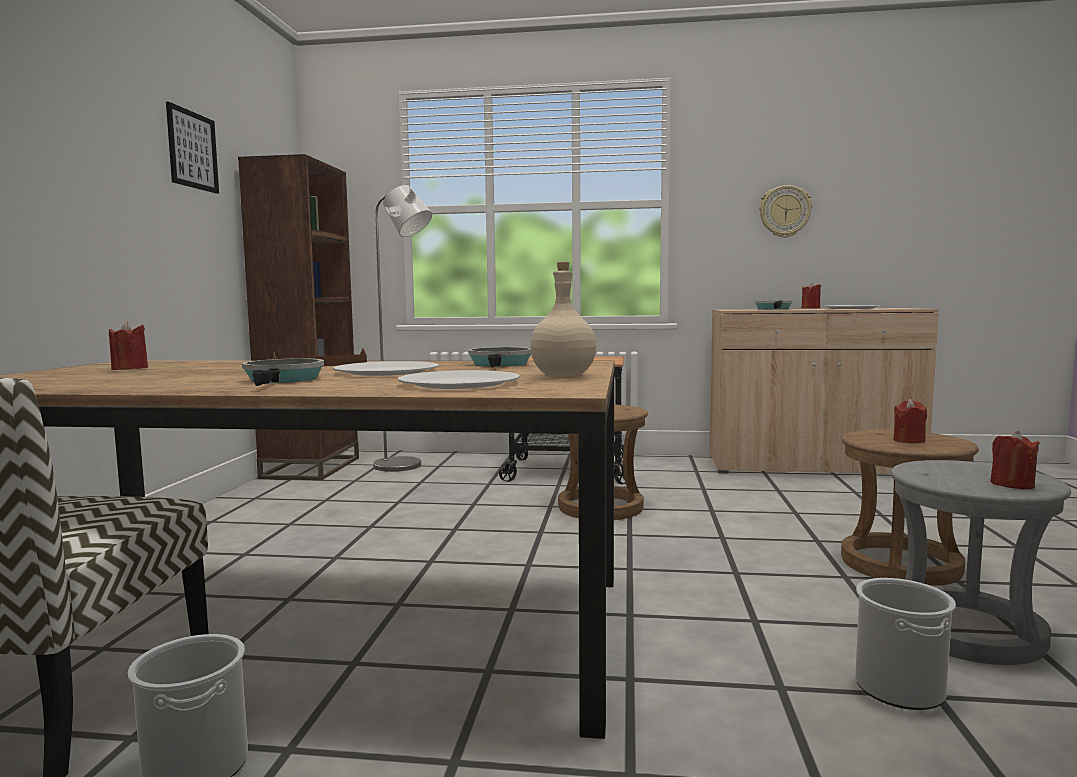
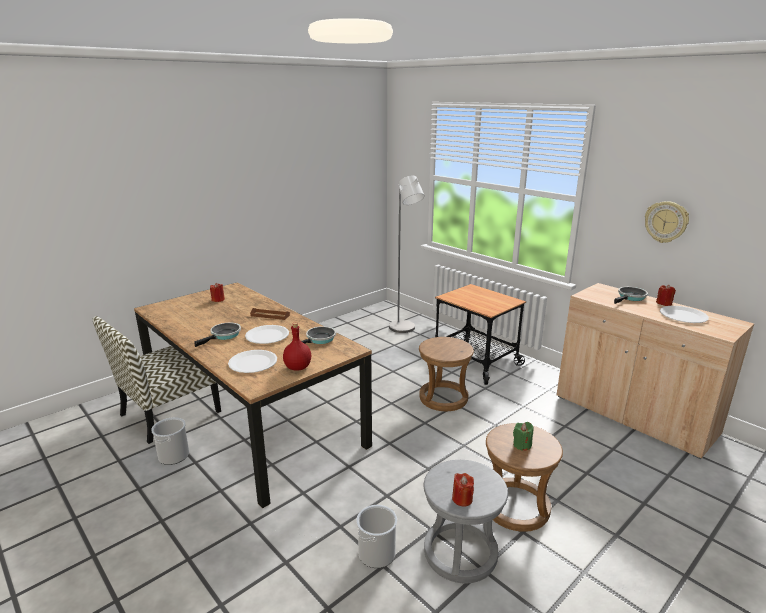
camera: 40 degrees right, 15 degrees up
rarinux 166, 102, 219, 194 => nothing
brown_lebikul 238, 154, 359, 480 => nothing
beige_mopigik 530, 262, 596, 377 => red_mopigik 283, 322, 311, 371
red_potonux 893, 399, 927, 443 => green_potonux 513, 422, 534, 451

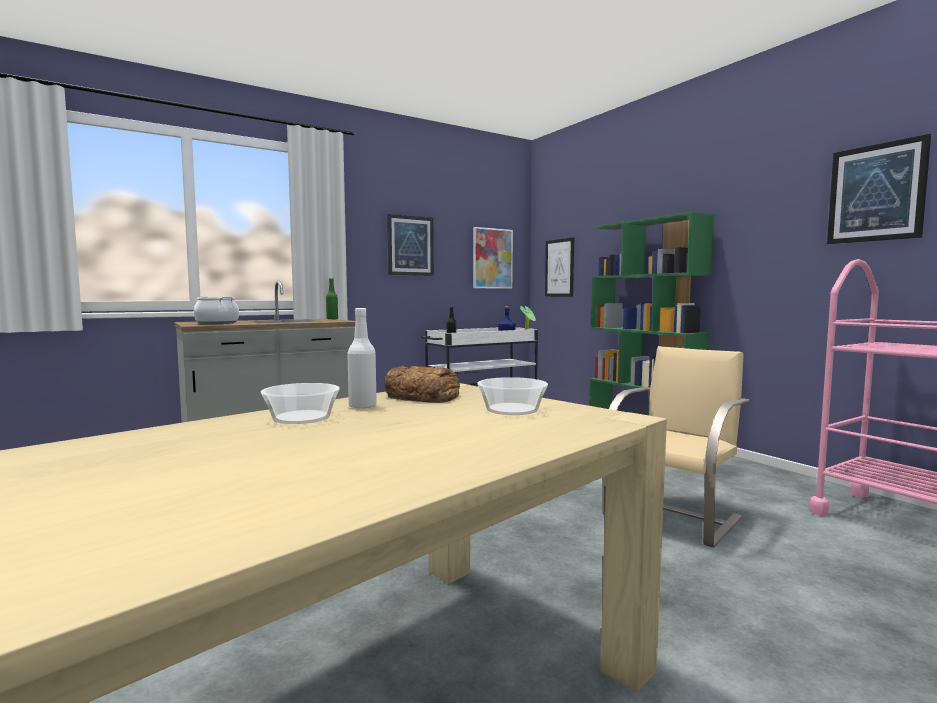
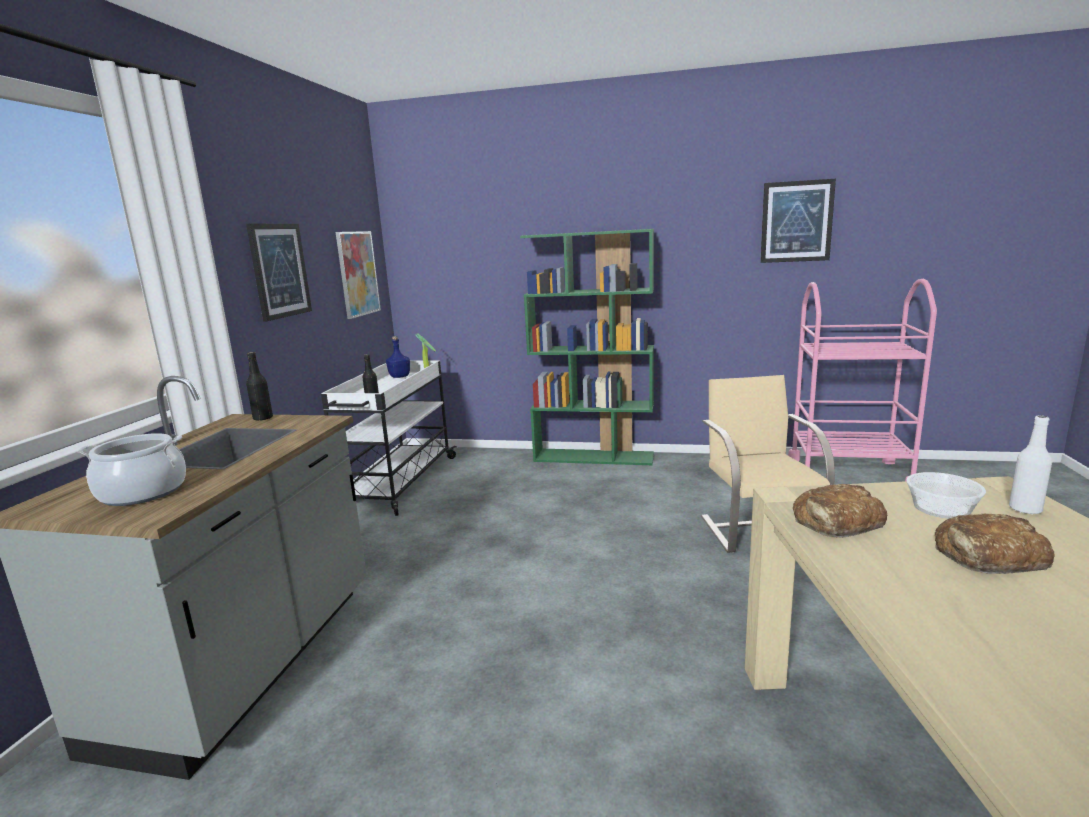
camera: 45 degrees left, 10 degrees up
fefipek 261, 383, 340, 424 => nothing
rarinux 545, 238, 574, 297 => nothing
nothing => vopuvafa 935, 513, 1054, 574
white_mopigik 348, 308, 377, 409 => white_mopigik 1009, 416, 1052, 514, moved
green_mopigik 326, 278, 338, 320 => black_mopigik 246, 352, 273, 421

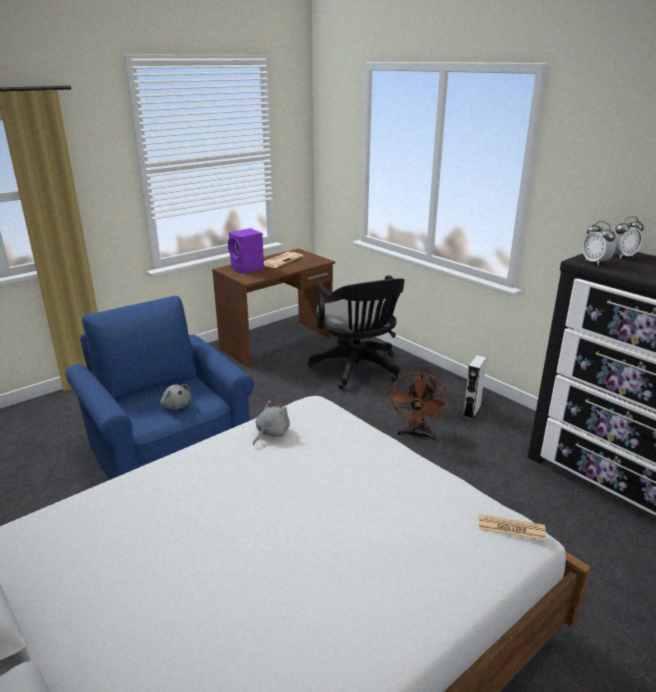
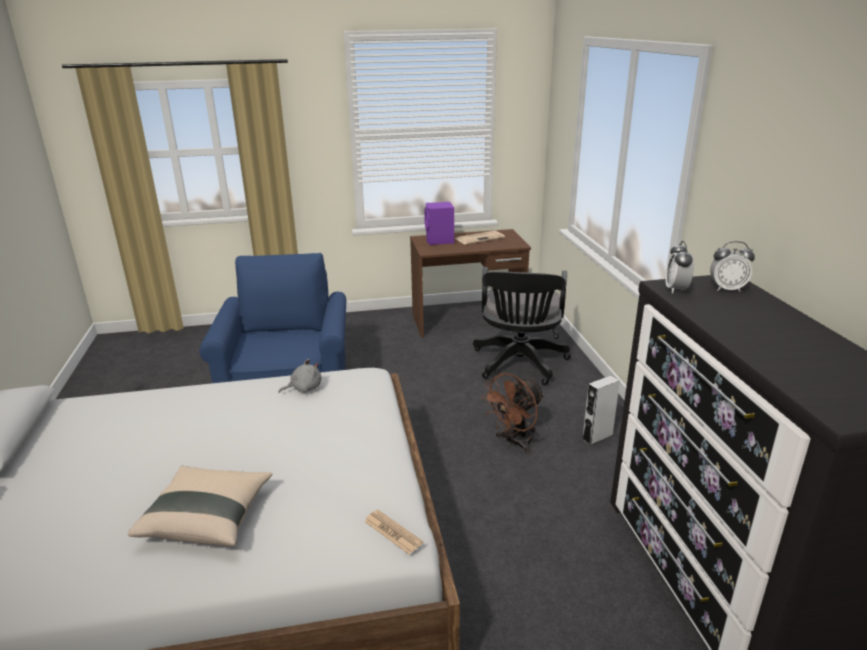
camera: 30 degrees right, 0 degrees up
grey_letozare 161, 384, 191, 410 => nothing
nothing => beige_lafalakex 128, 466, 272, 546

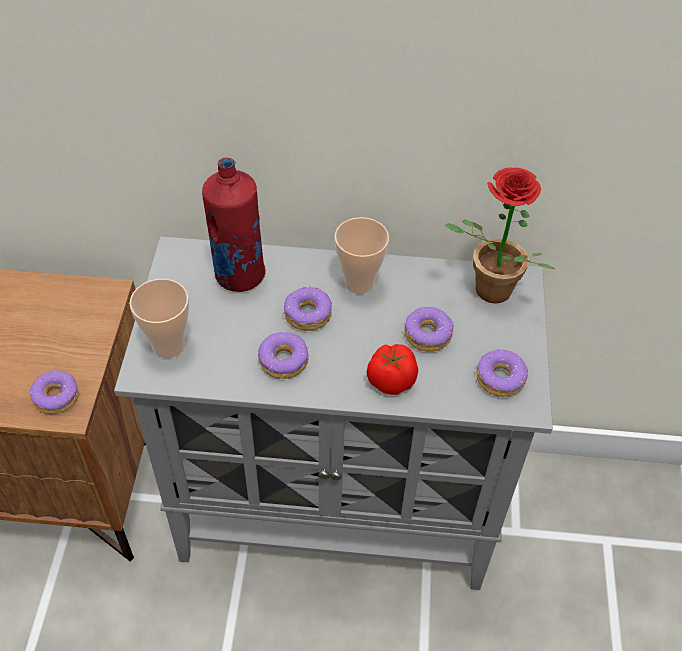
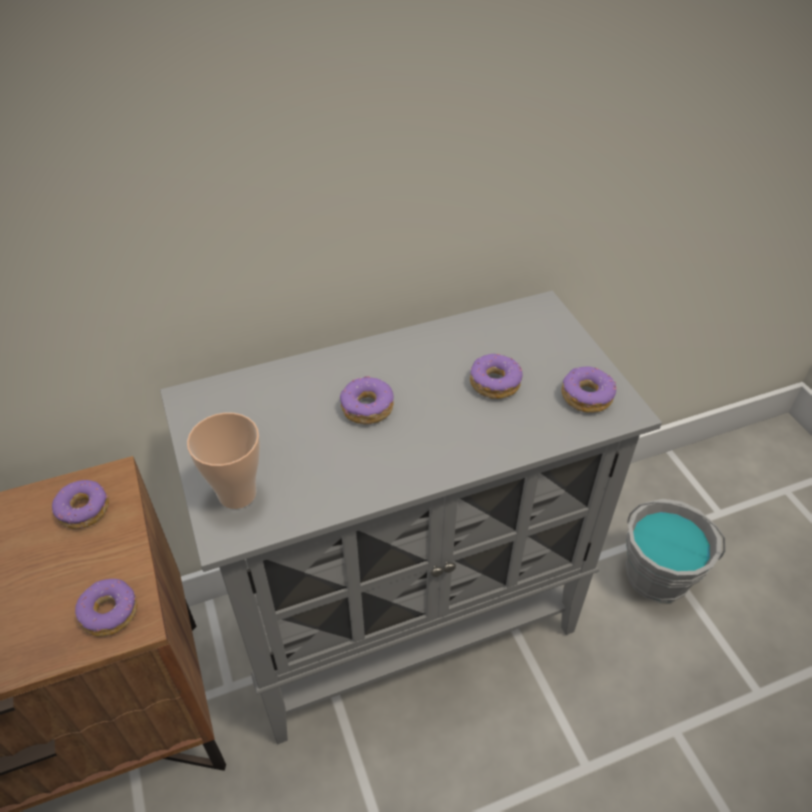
camera: 25 degrees left, 5 degrees down
red_mopigik 202, 158, 266, 292 => nothing
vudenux 334, 217, 389, 294 => nothing
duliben 367, 344, 418, 395 => nothing
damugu 444, 168, 555, 304 => nothing
nothing => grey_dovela 625, 499, 726, 603
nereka 258, 332, 309, 379 => nereka 52, 480, 109, 529, moved

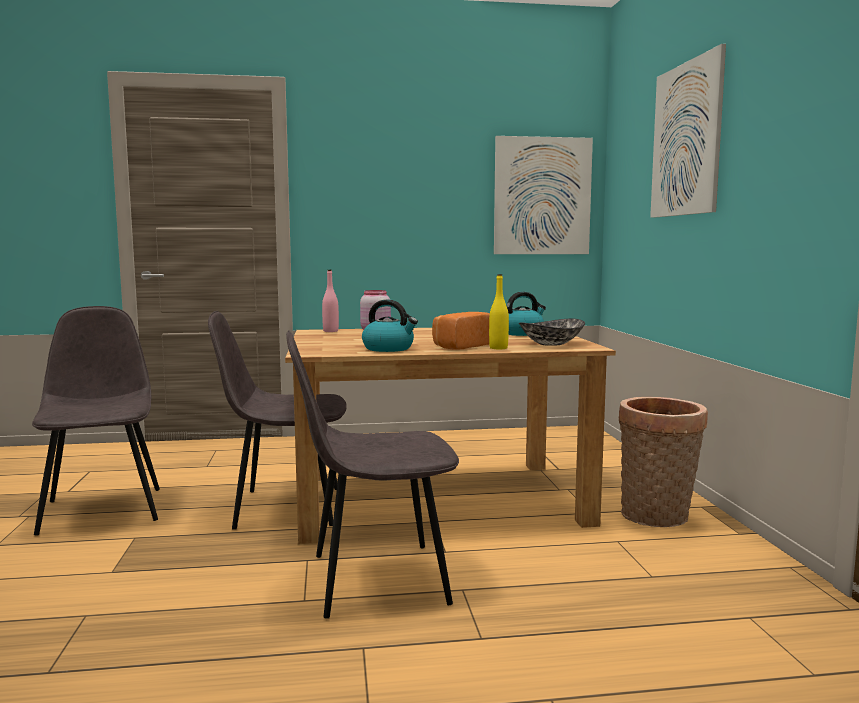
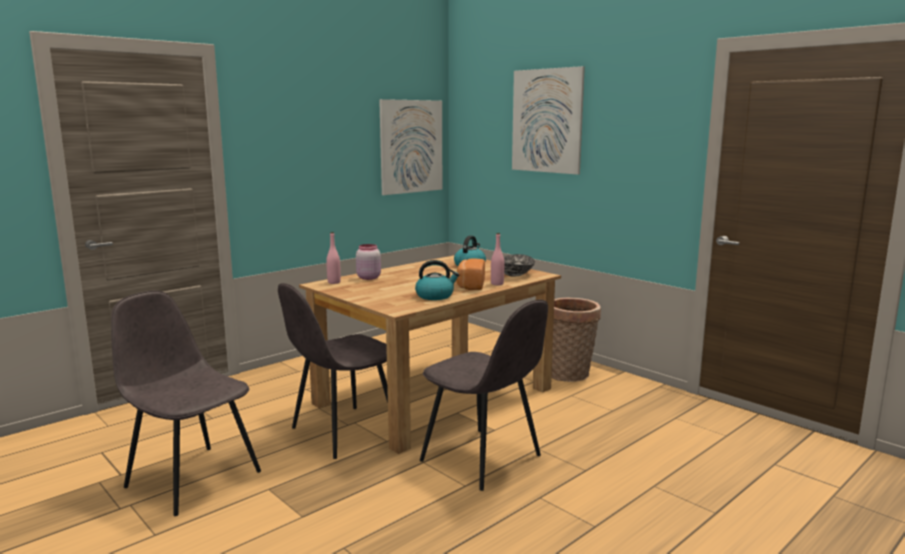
camera: 35 degrees left, 5 degrees up
yellow_mopigik 489, 274, 509, 349 => pink_mopigik 491, 233, 504, 285
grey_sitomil 286, 330, 459, 619 => grey_sitomil 420, 300, 548, 491, 90 degrees counterclockwise

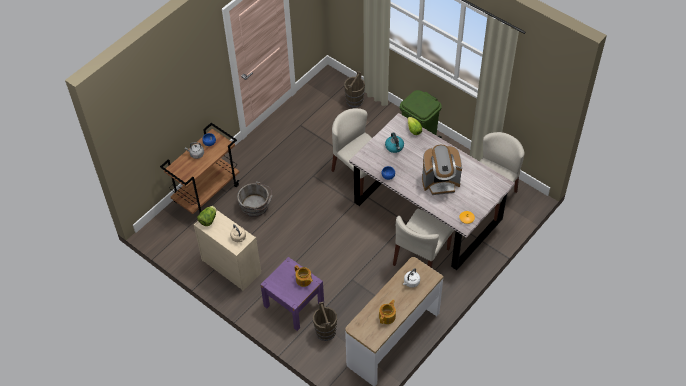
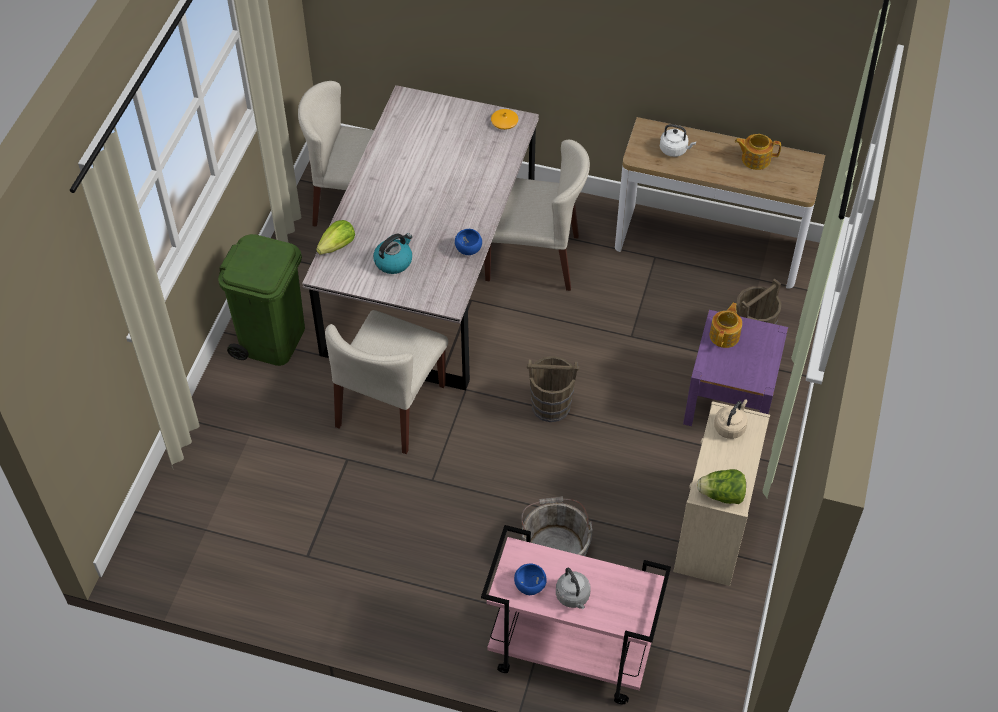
camera: 115 degrees left, 0 degrees up
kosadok 422, 145, 462, 195 => nothing
brown_dovela 344, 71, 365, 107 => brown_dovela 527, 356, 579, 422, moved
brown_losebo 160, 123, 239, 214 => pink_losebo 481, 525, 671, 704

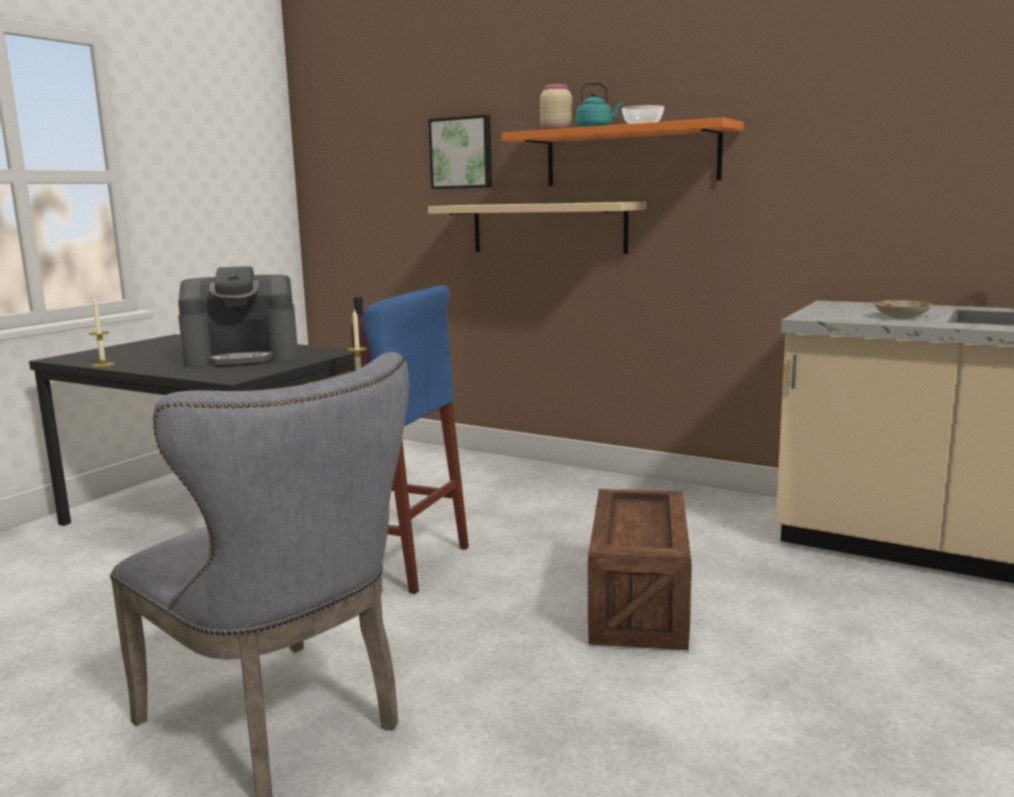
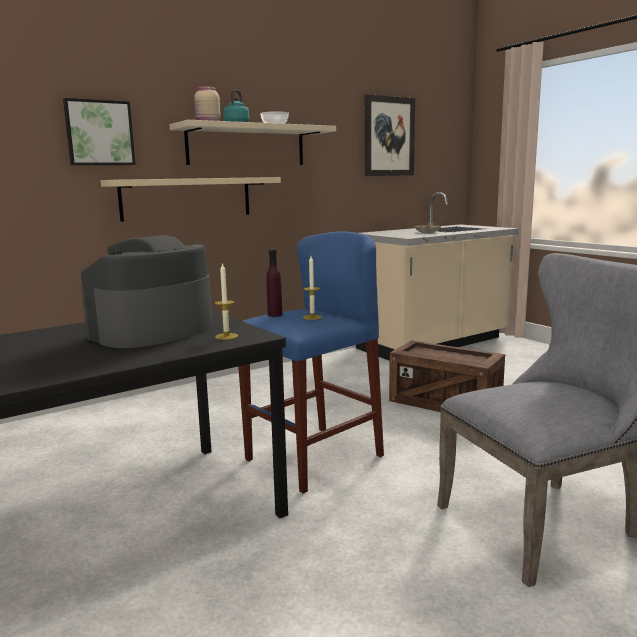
camera: 65 degrees left, 0 degrees up
nothing => rarinux 365, 94, 415, 176
potonux 89, 298, 115, 367 => potonux 215, 263, 238, 340, moved
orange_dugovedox 502, 117, 744, 186 => beige_dugovedox 170, 120, 336, 165
kosadok 178, 266, 298, 367 => kosadok 81, 235, 212, 348, 150 degrees counterclockwise

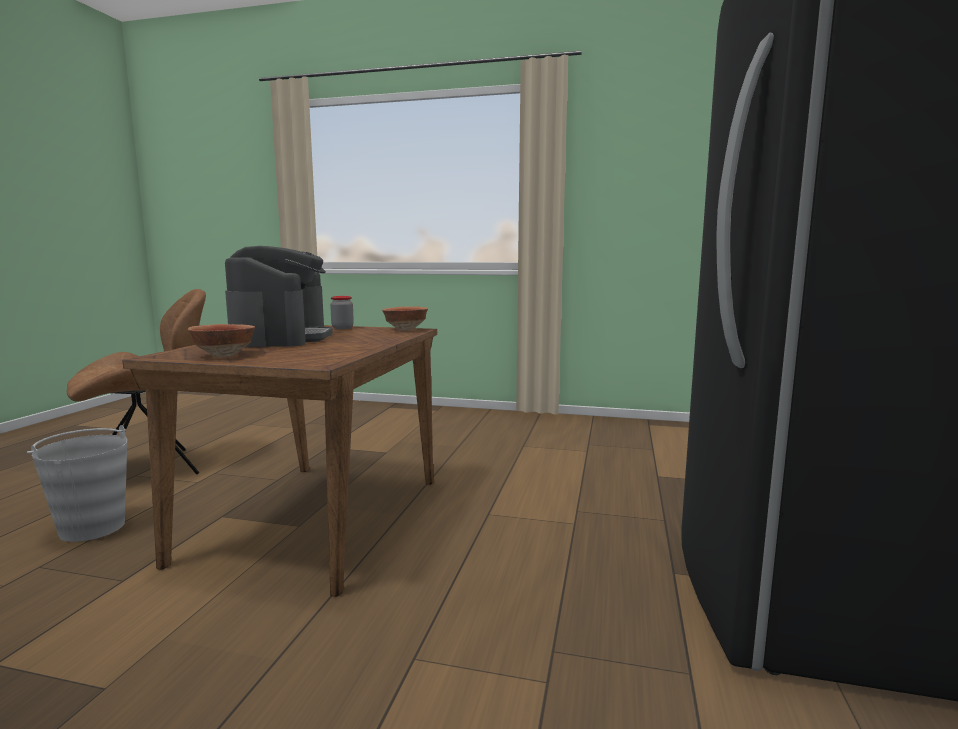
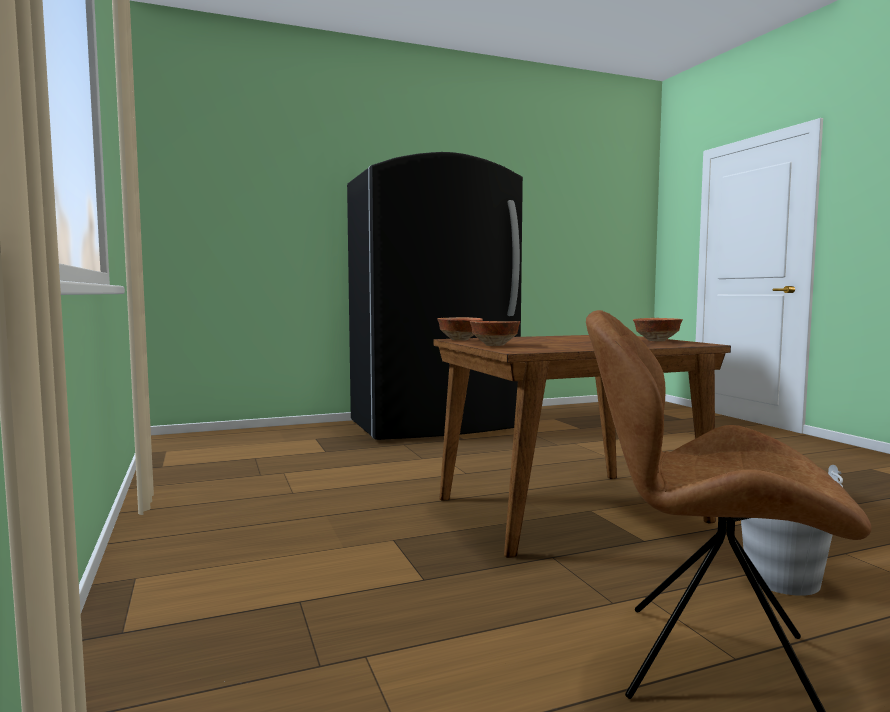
camera: 125 degrees left, 5 degrees down
kosadok 225, 246, 333, 347 => nothing
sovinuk 330, 296, 354, 329 => fefipek 470, 321, 520, 346

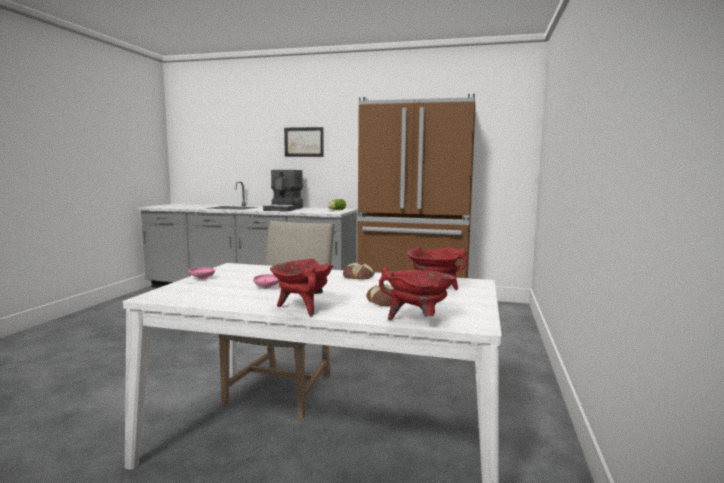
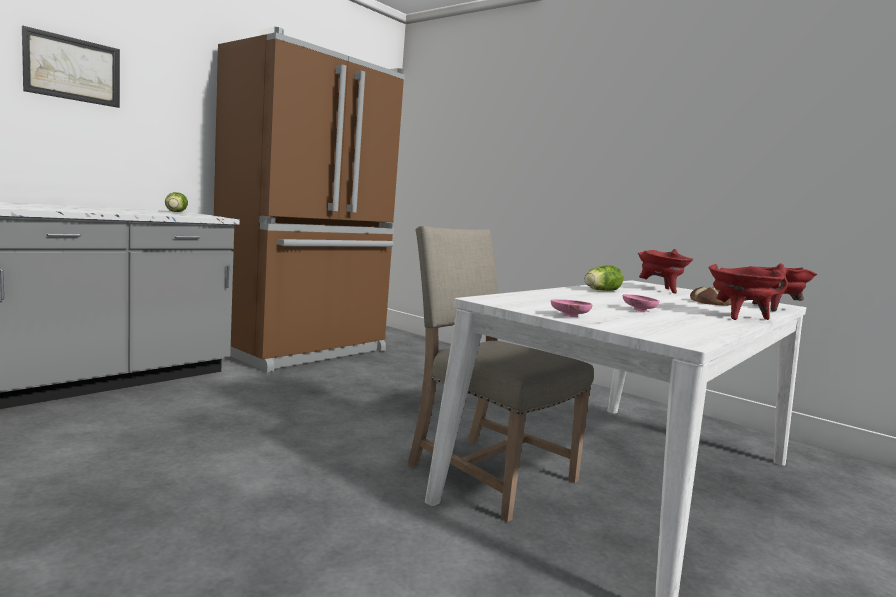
camera: 65 degrees left, 0 degrees up
kosadok 263, 170, 303, 212 => nothing
vopuvafa 343, 263, 374, 279 => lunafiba 585, 265, 623, 291

